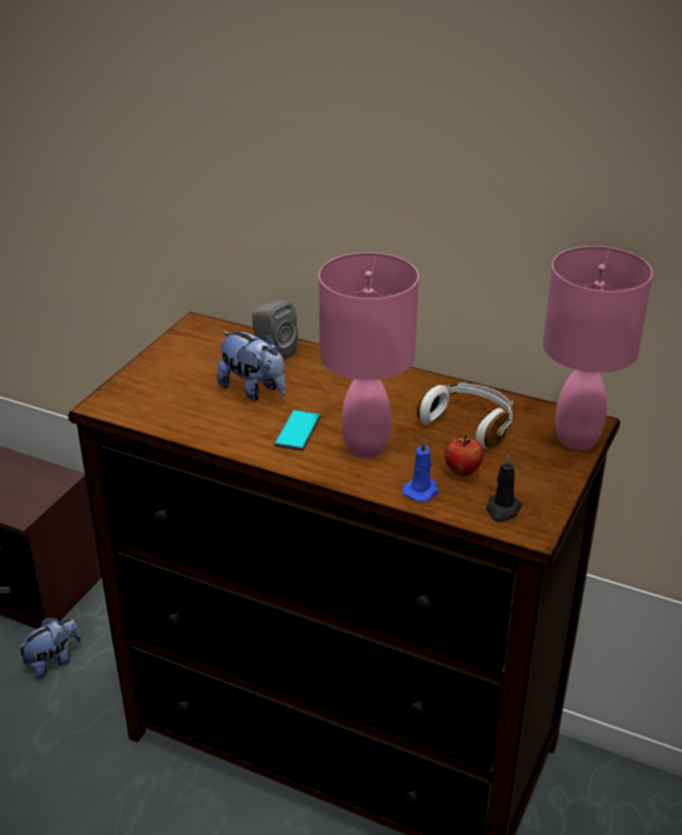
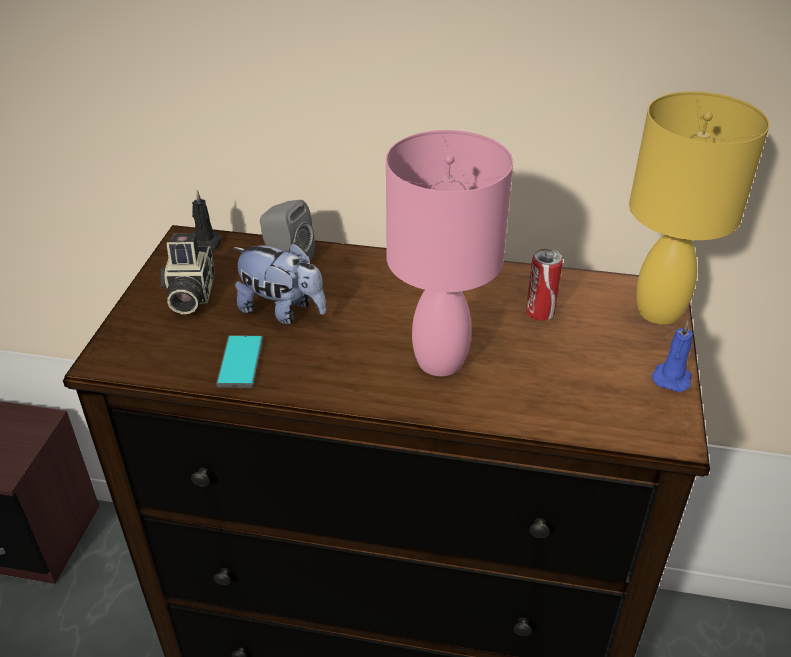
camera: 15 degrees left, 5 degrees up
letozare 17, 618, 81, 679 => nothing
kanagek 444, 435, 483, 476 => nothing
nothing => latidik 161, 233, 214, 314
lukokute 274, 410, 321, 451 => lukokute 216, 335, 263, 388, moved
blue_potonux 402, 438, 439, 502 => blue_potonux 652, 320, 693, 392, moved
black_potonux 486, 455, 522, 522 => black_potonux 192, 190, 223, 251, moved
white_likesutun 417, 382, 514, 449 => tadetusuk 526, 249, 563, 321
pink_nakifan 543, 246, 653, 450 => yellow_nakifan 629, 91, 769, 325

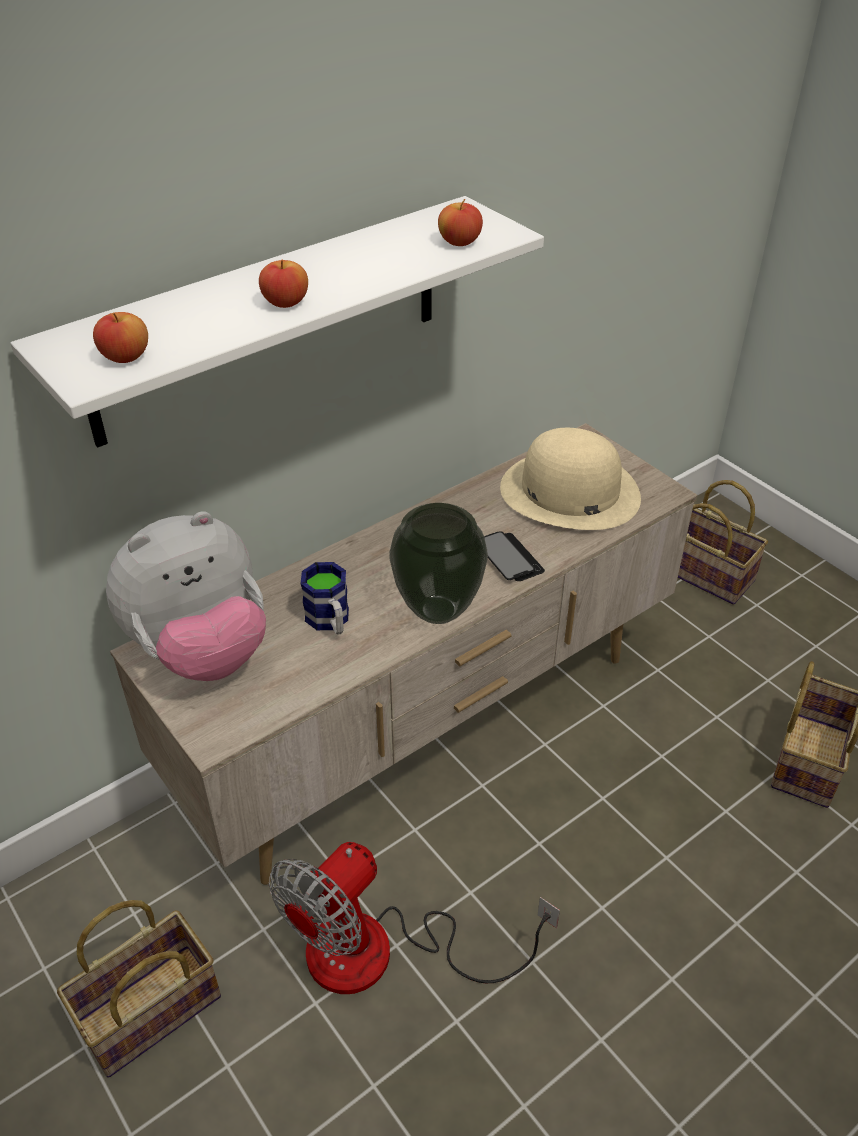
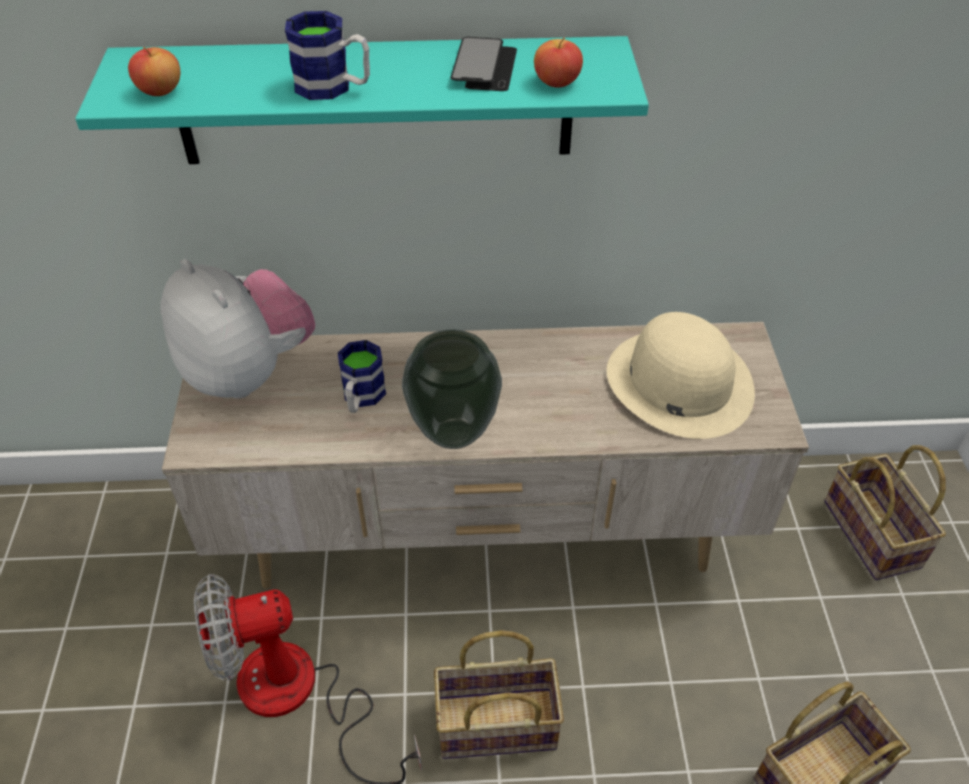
camera: 35 degrees right, 5 degrees up
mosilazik 57, 900, 221, 1078 => mosilazik 434, 630, 564, 759, moved
lukokute 484, 531, 545, 581 => lukokute 450, 37, 517, 91, moved
kanagek 259, 260, 308, 308 => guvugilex 285, 11, 370, 100
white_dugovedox 11, 196, 544, 448 => turquoise_dugovedox 75, 36, 649, 164
letozare 106, 511, 266, 681 => letozare 160, 259, 315, 399, 135 degrees counterclockwise

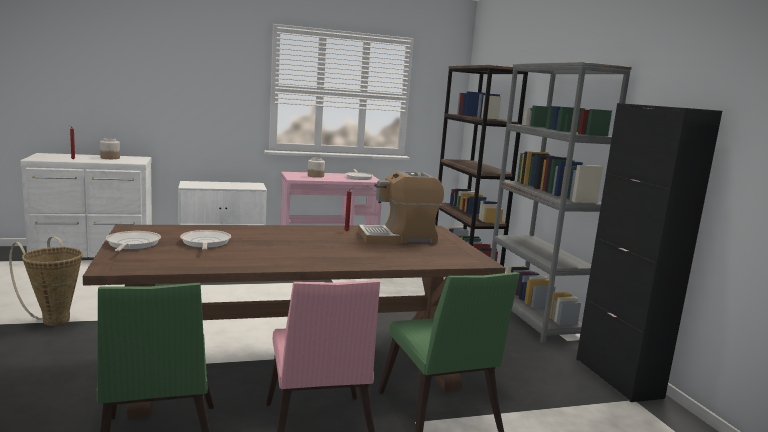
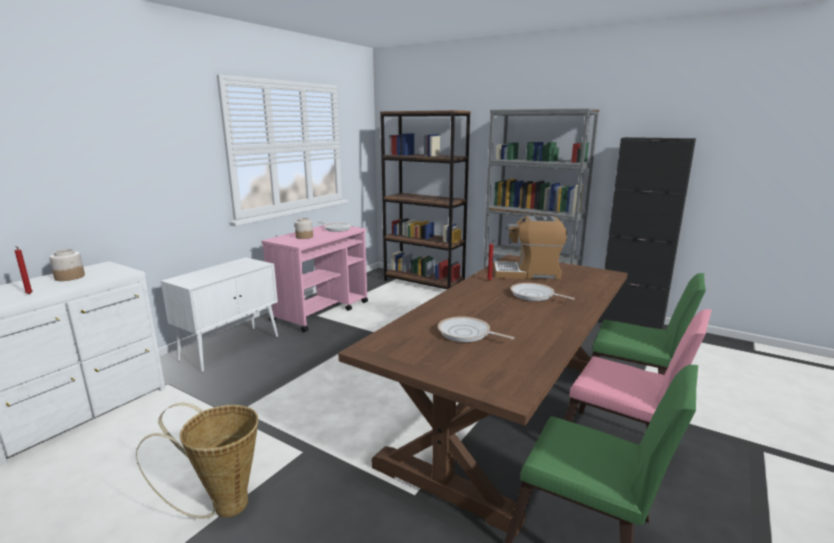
camera: 40 degrees left, 5 degrees up
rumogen 106, 231, 161, 251 => rumogen 511, 283, 575, 301, moved
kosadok 358, 171, 444, 244 => kosadok 494, 216, 567, 280, 60 degrees clockwise

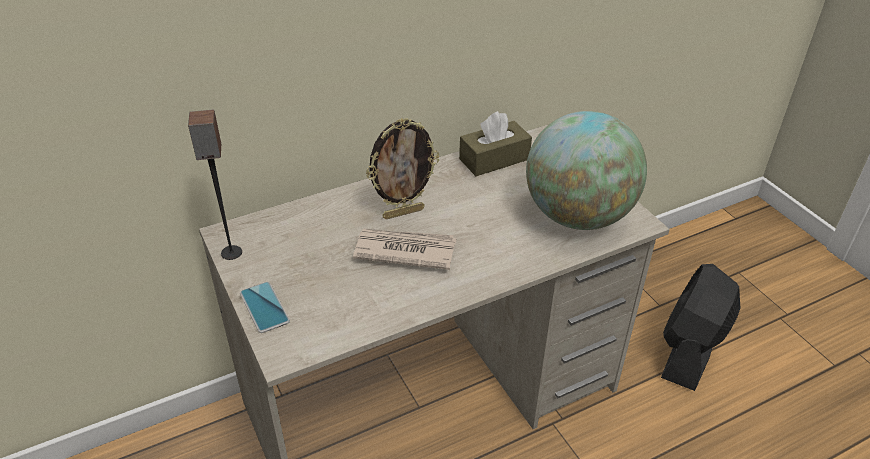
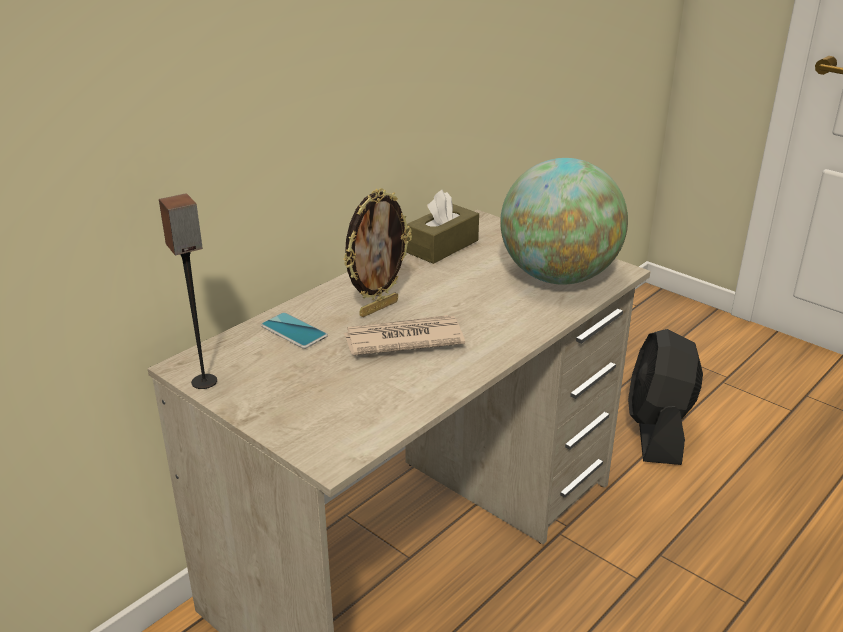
camera: 20 degrees left, 10 degrees down
lukokute 240, 282, 290, 333 => lukokute 261, 312, 328, 349, moved

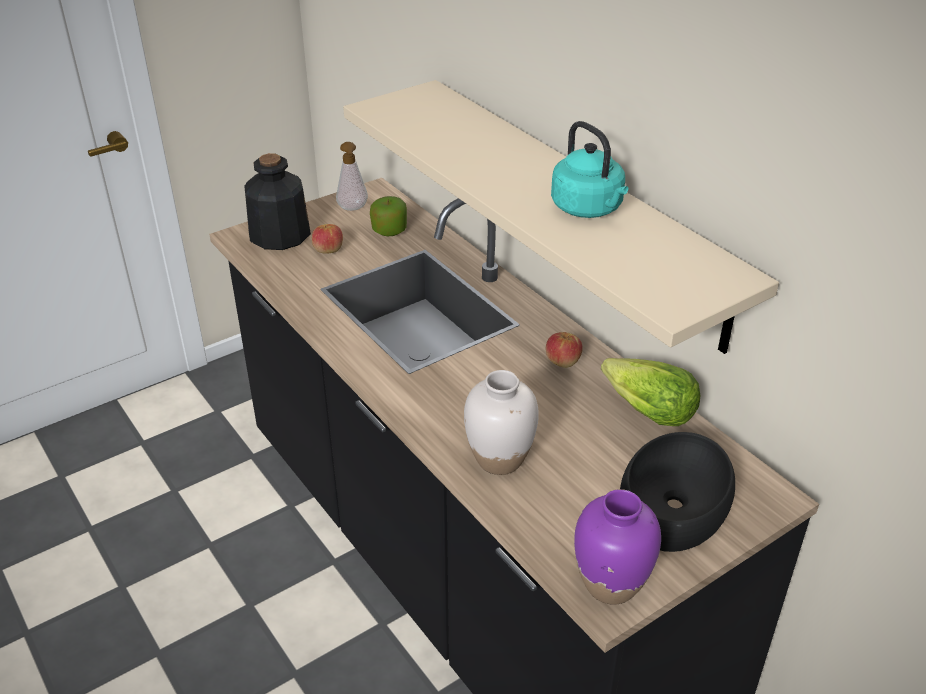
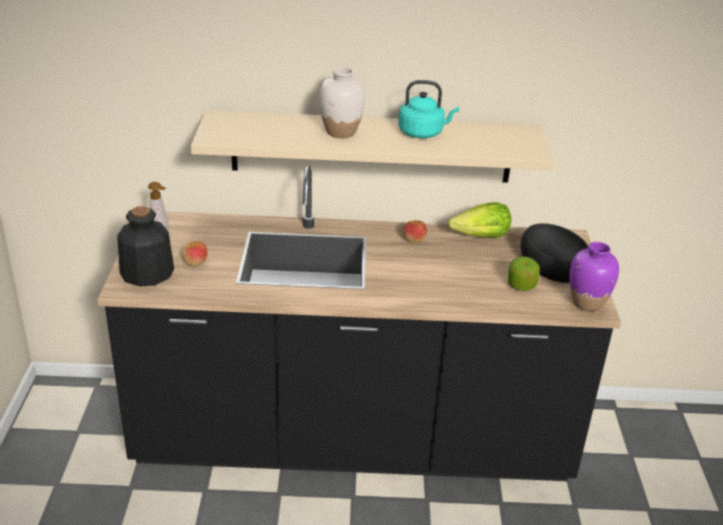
camera: 55 degrees left, 5 degrees down
kanagek 370, 196, 407, 236 => kanagek 508, 256, 540, 291, moved
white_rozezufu 464, 370, 539, 475 => white_rozezufu 319, 67, 365, 138, moved

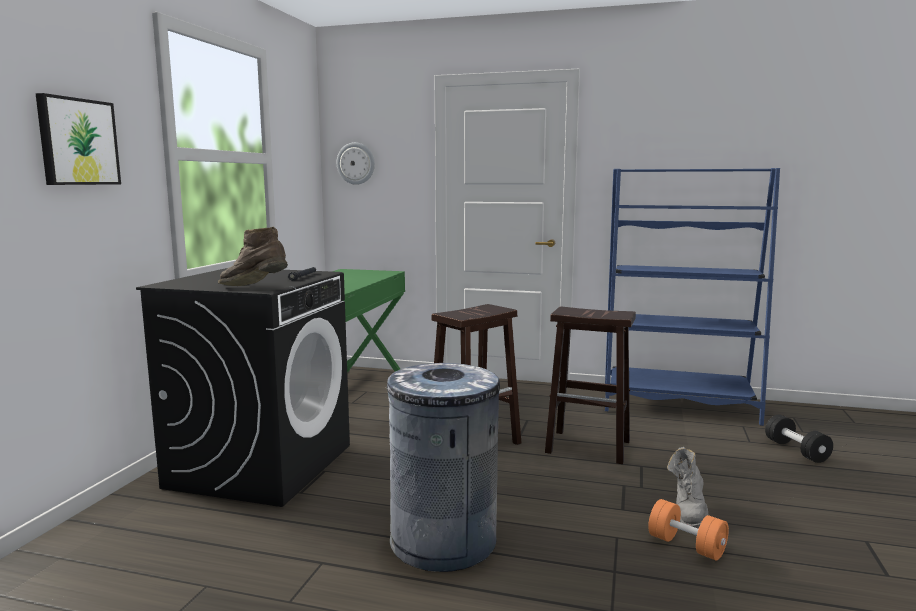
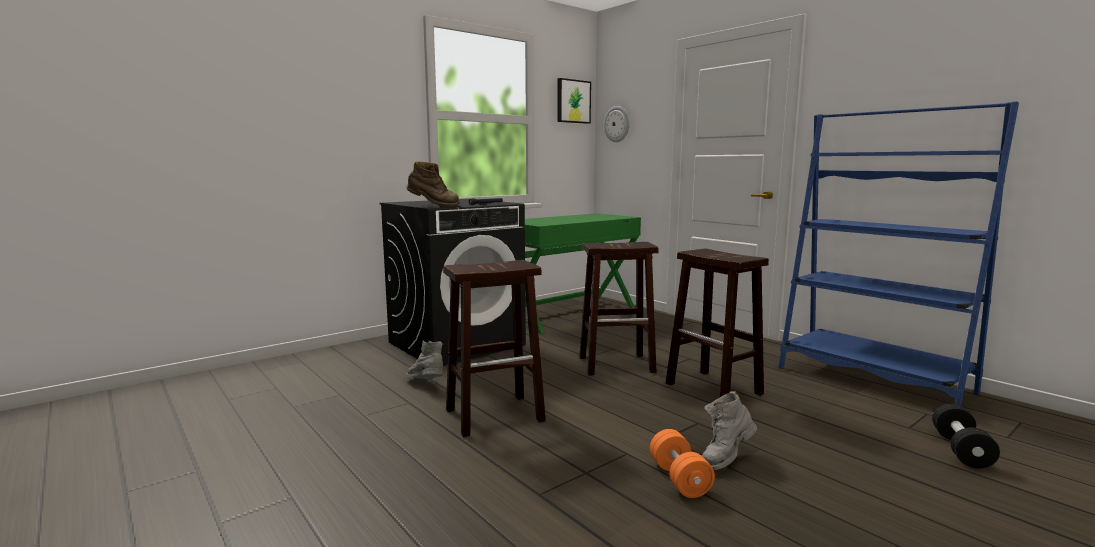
camera: 35 degrees right, 0 degrees up
nothing => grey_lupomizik 406, 341, 443, 379
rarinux 36, 93, 121, 185 => rarinux 557, 78, 591, 124, moved
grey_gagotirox 387, 363, 500, 572 => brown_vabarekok 443, 260, 546, 437
brown_lupomizik 218, 227, 288, 286 => brown_lupomizik 406, 161, 460, 207, 135 degrees clockwise

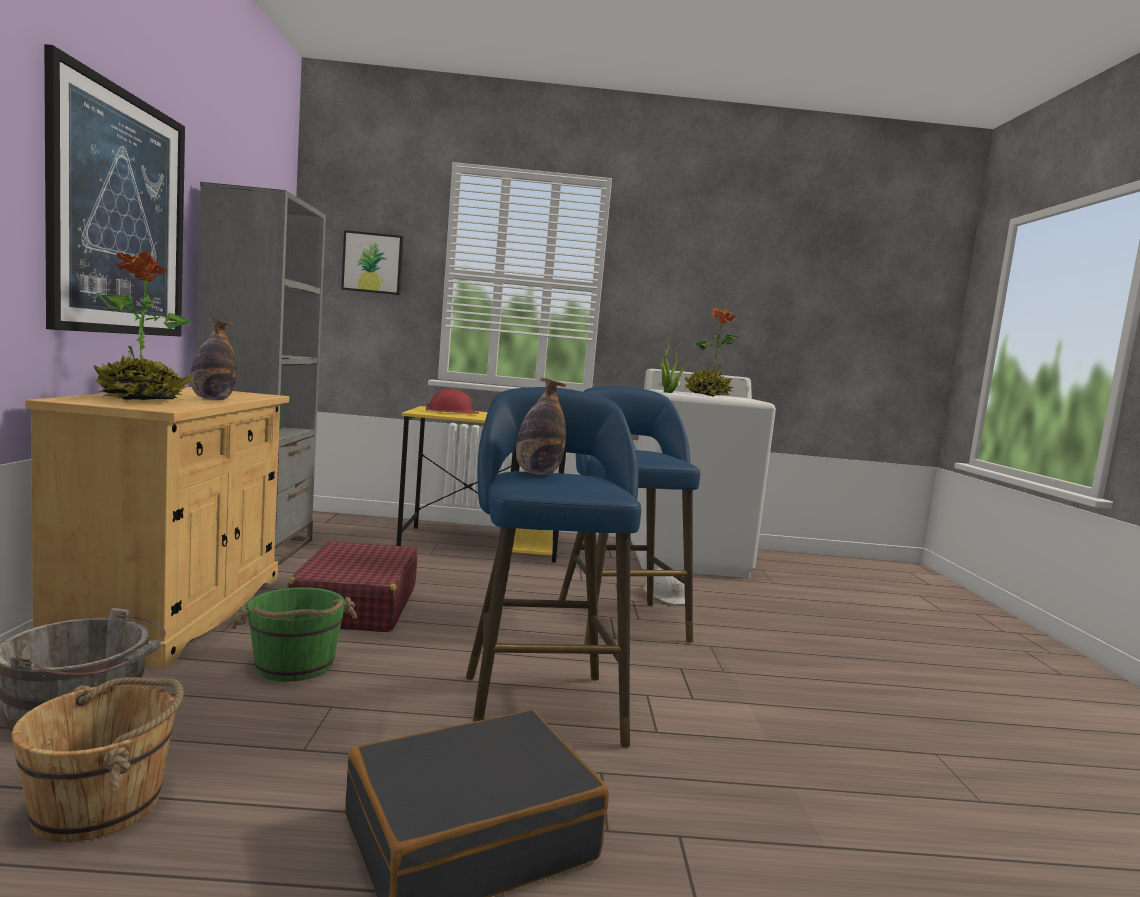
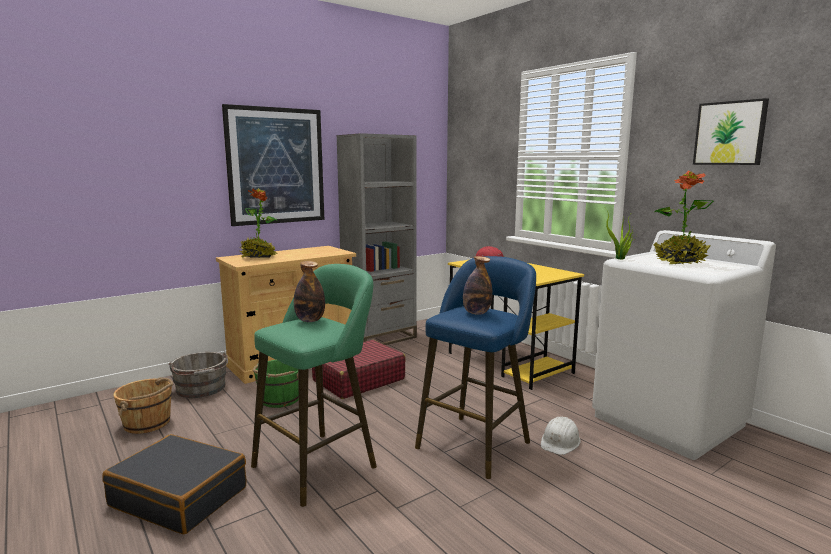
camera: 55 degrees right, 5 degrees up
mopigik 191, 318, 237, 400 => mopigik 463, 256, 492, 315, moved
rarinux 341, 230, 404, 295 => rarinux 693, 98, 769, 165, moved
blue_vabarekok 466, 387, 641, 748 => green_vabarekok 251, 264, 377, 507

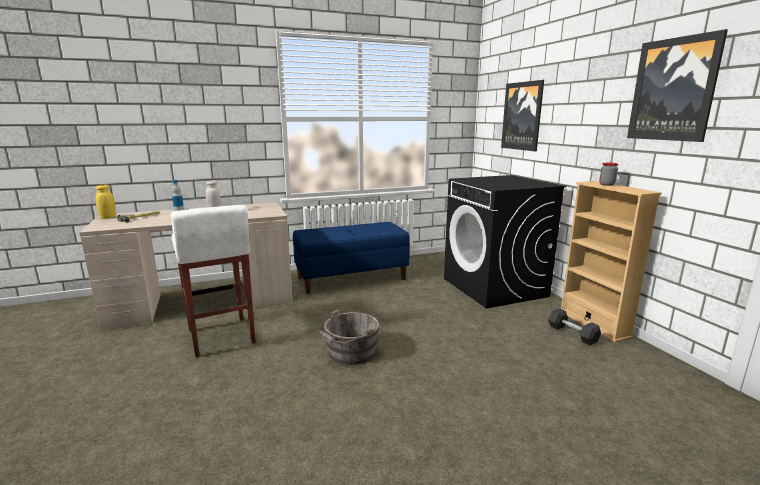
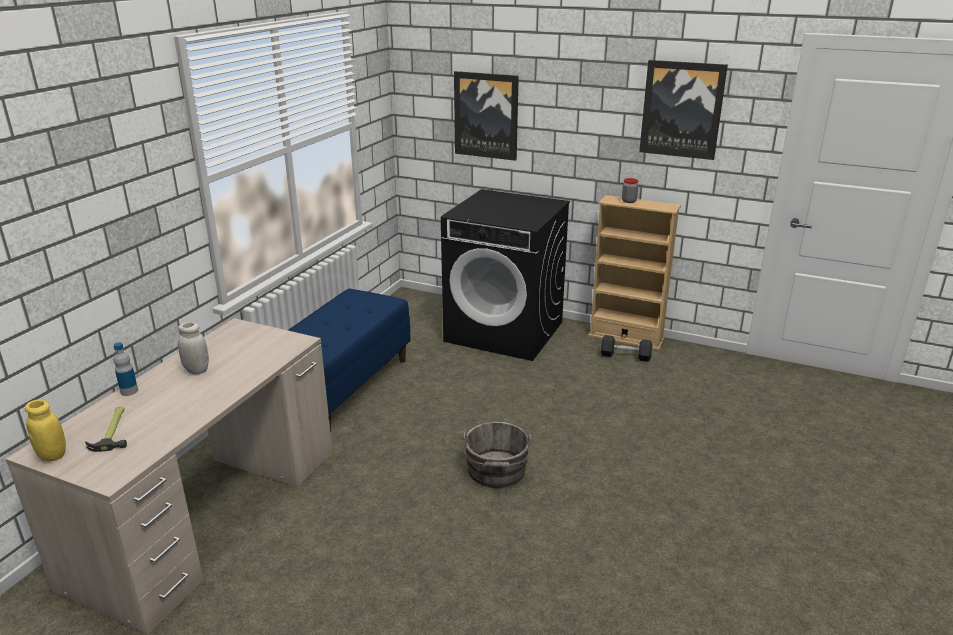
camera: 45 degrees left, 10 degrees up
white_vabarekok 171, 205, 255, 358 => nothing

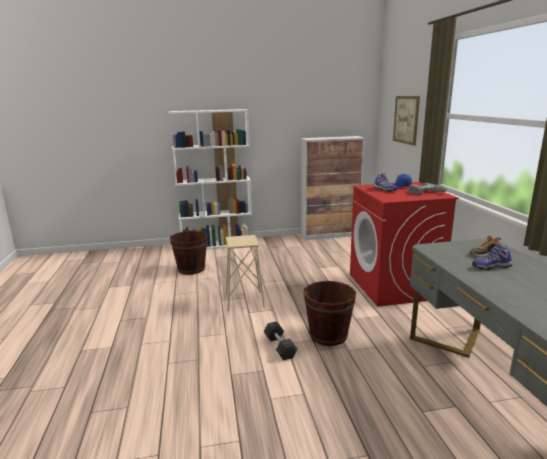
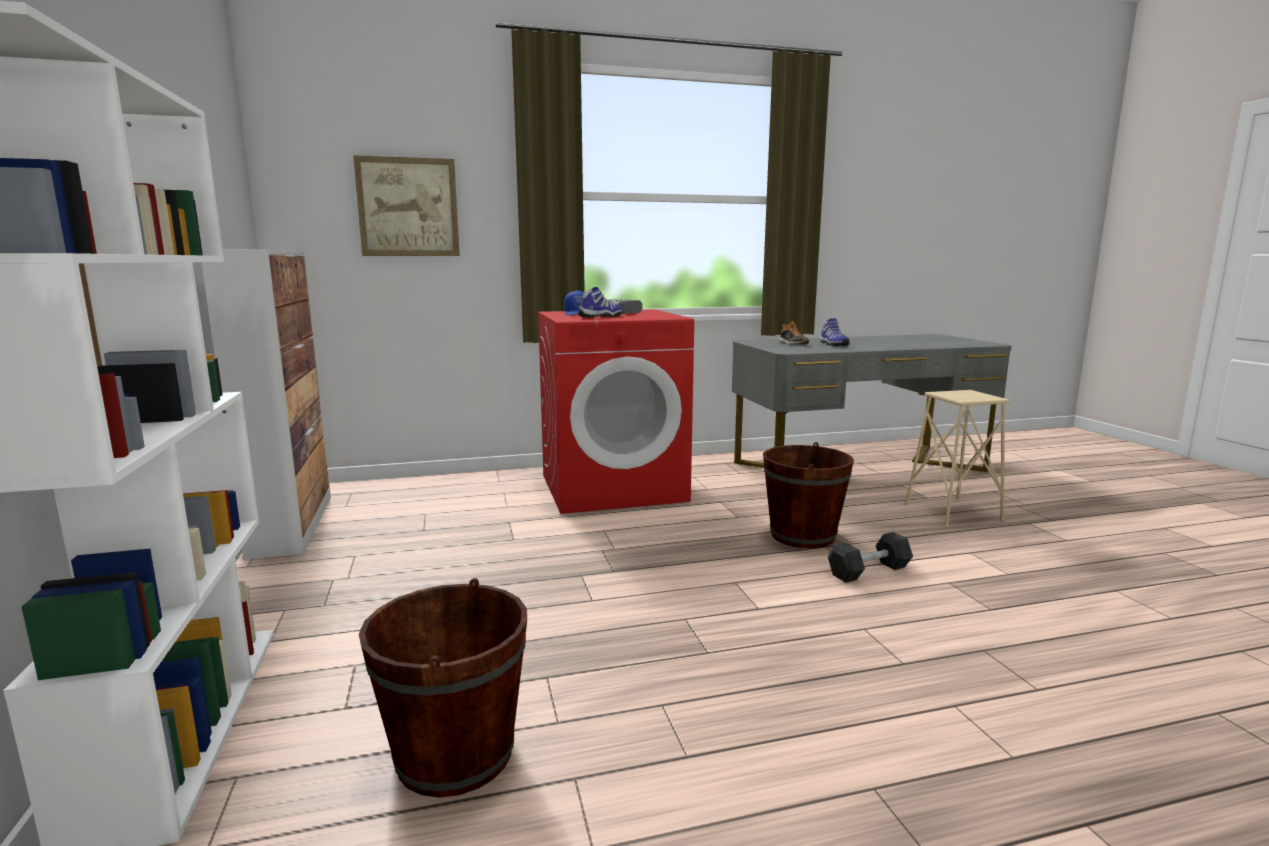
camera: 95 degrees left, 5 degrees down
beige_vabarekok 226, 235, 265, 311 => beige_vabarekok 905, 390, 1010, 527, moved

